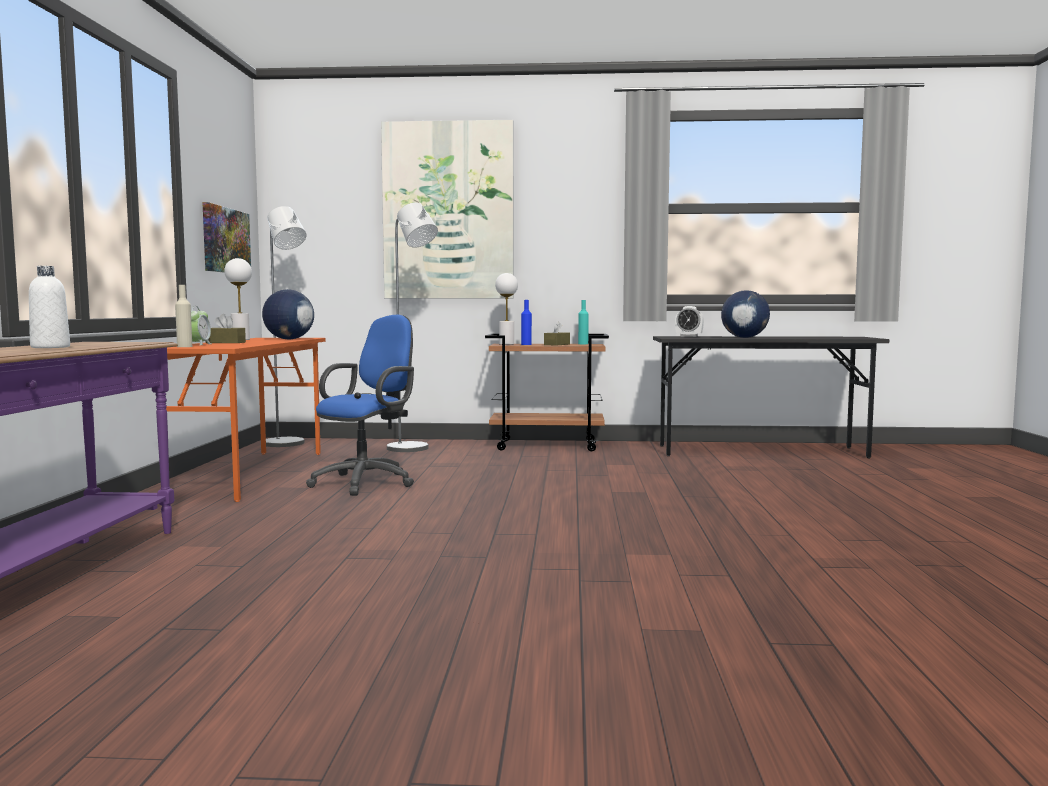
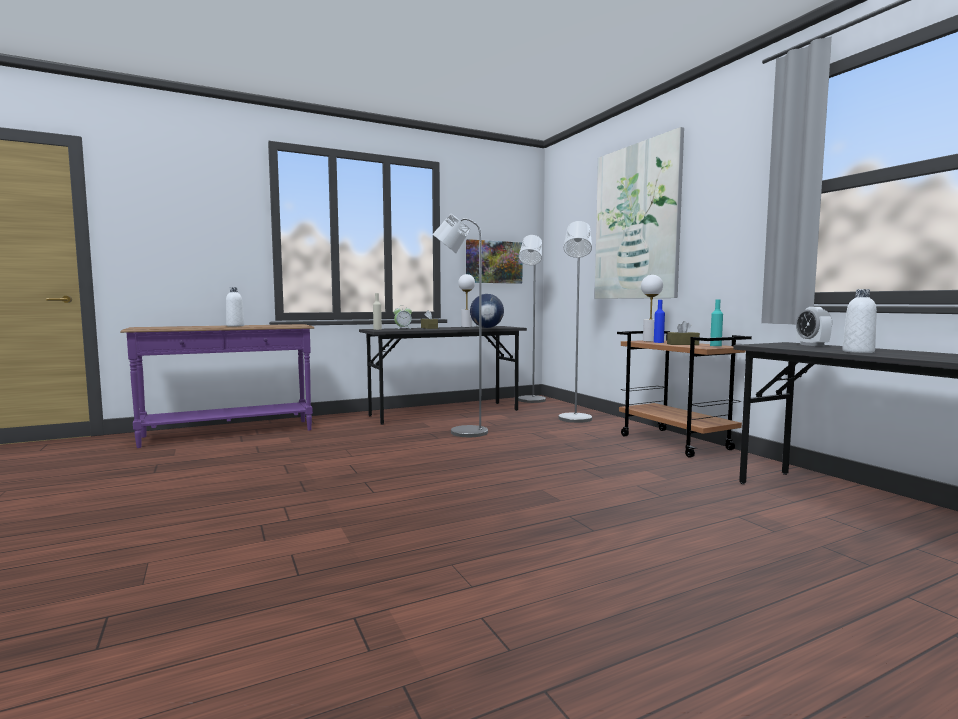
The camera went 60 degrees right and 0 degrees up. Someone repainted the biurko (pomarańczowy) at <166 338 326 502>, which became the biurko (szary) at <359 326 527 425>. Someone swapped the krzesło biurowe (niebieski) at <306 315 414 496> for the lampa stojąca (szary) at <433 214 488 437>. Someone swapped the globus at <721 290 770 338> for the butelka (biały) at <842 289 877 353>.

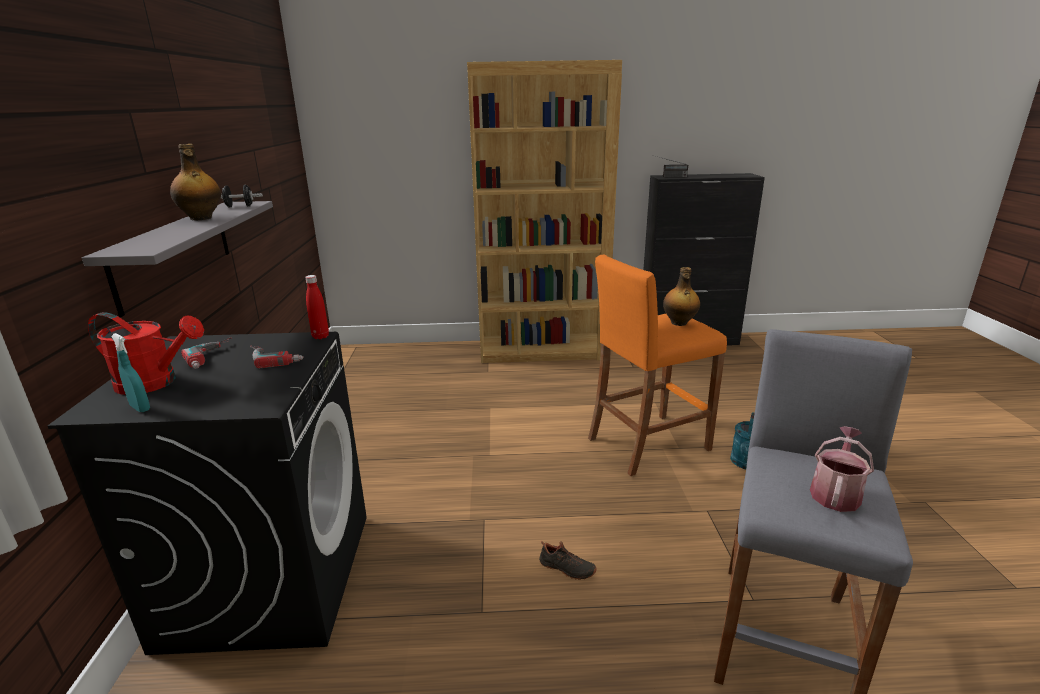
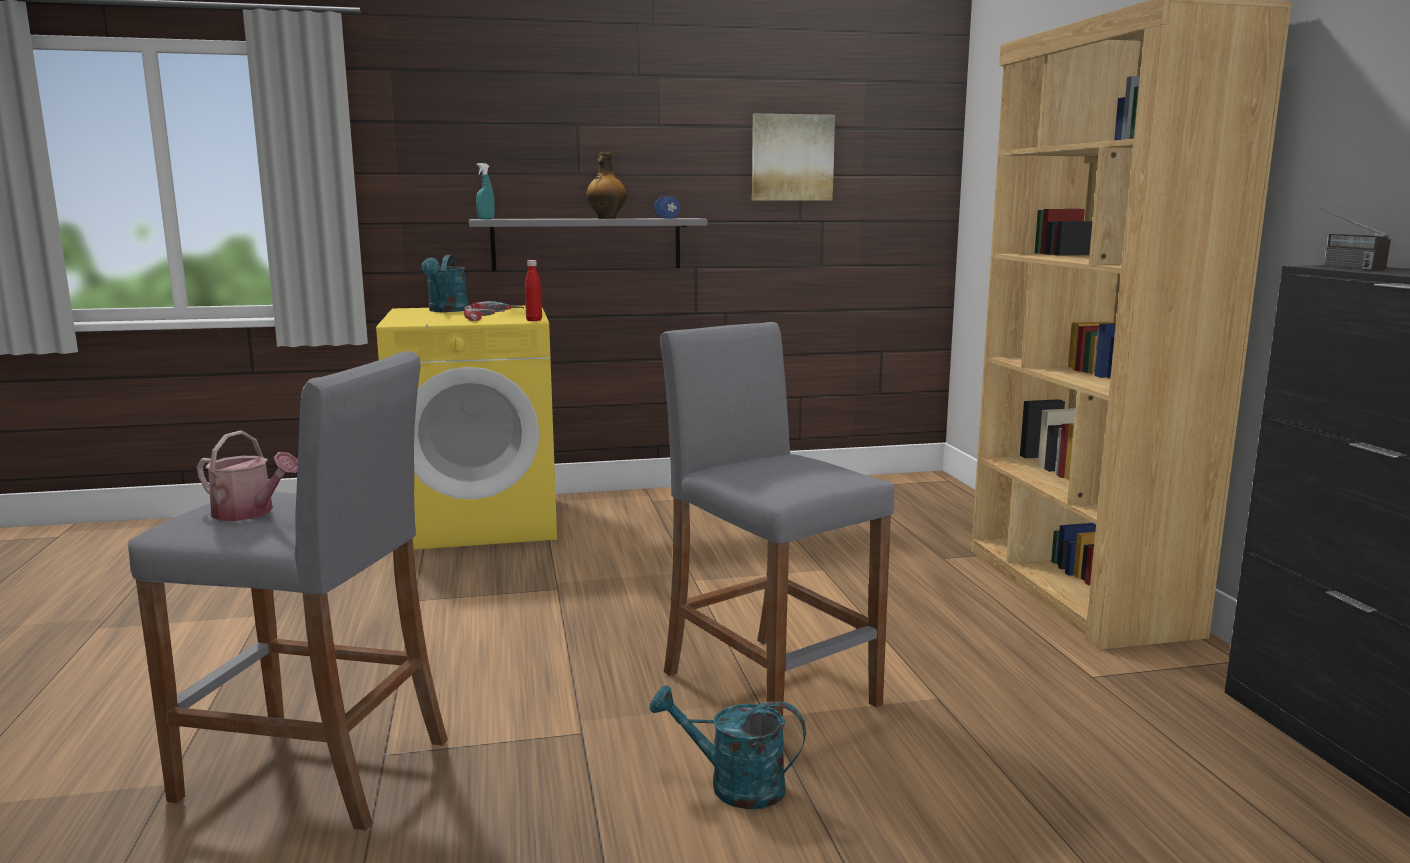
The camera went 80 degrees right and 10 degrees down. Someone repainted the pralka (czarny) at <48 332 367 655>, which became the pralka (żółty) at <376 306 557 550>. Someone repainted the konewka (czerwony) at <88 312 204 395>, which became the konewka (turkusowy) at <421 255 468 312>. Someone carried the spryskiwacz (turkusowy) from <111 333 150 412> to <476 163 495 219>. Someone repainted the hantel (czarny) at <220 185 263 208>, which became the hantel (niebieski) at <654 196 680 218>. Someone took away the but (czarny) at <539 541 597 580>. Someone repainted the stołek (pomarańczowy) at <588 255 727 476>, which became the stołek (szary) at <660 322 894 715>. Someone took away the butelka at <663 267 700 326>. Someone put up the obraz at <752 113 835 200>.

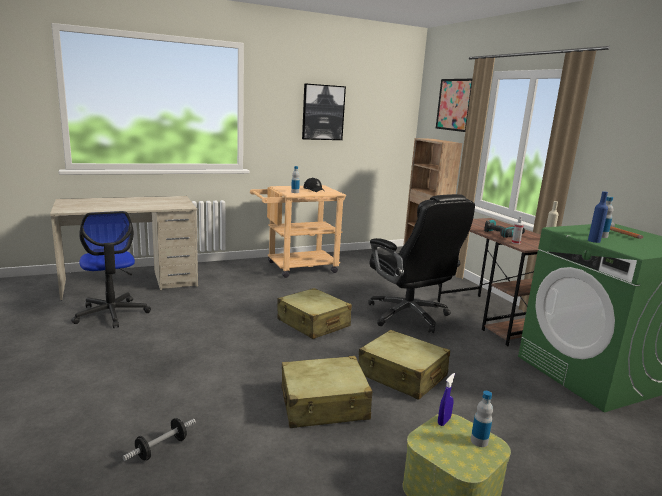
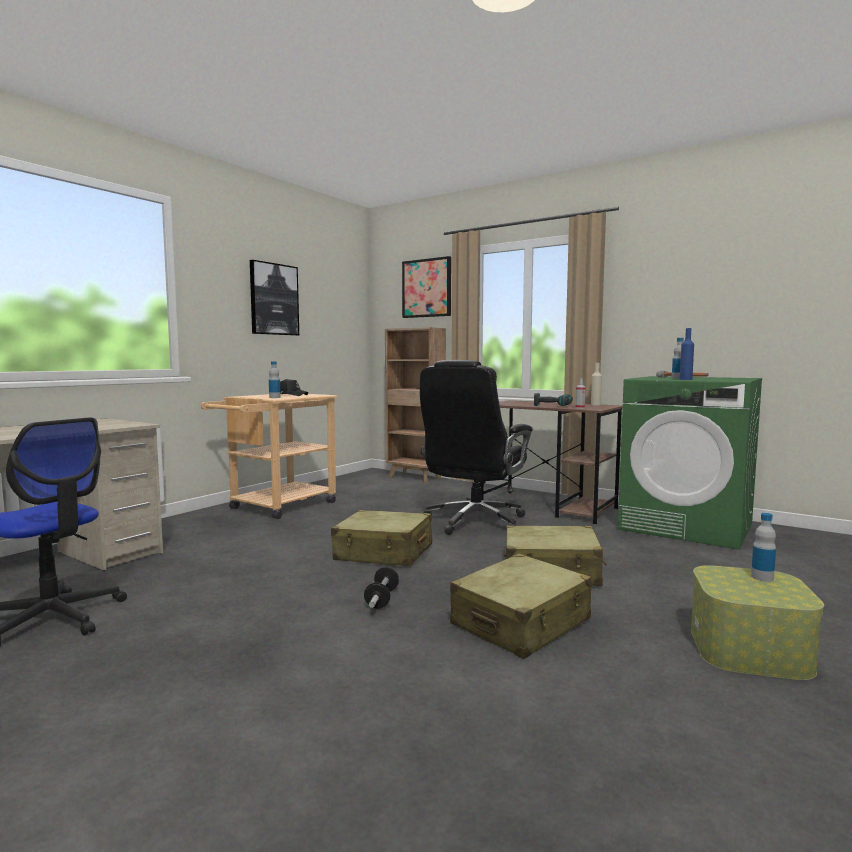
The camera went 30 degrees left and 10 degrees down. Someone carried the hantel from <123 418 196 461> to <364 567 399 609>. Someone rotated the krzesło biurowe (czarny) at <368 194 475 333> by 90 degrees clockwise. Someone took away the spryskiwacz (niebieski) at <438 373 455 426>.

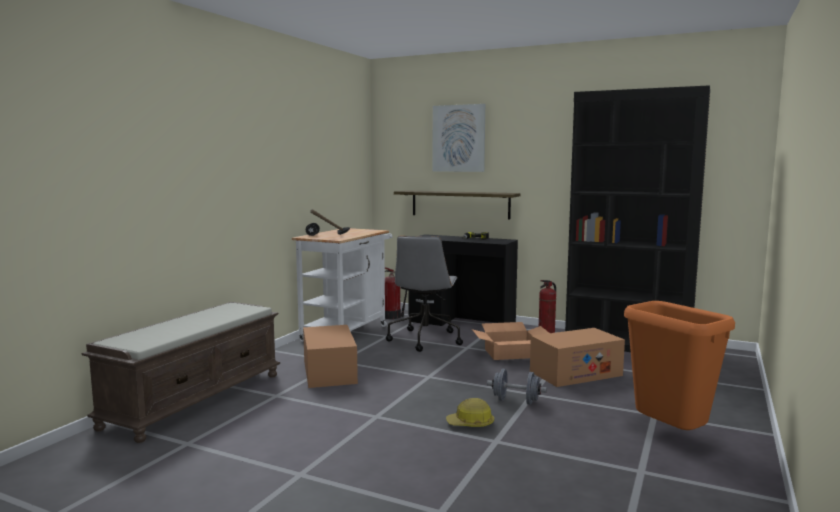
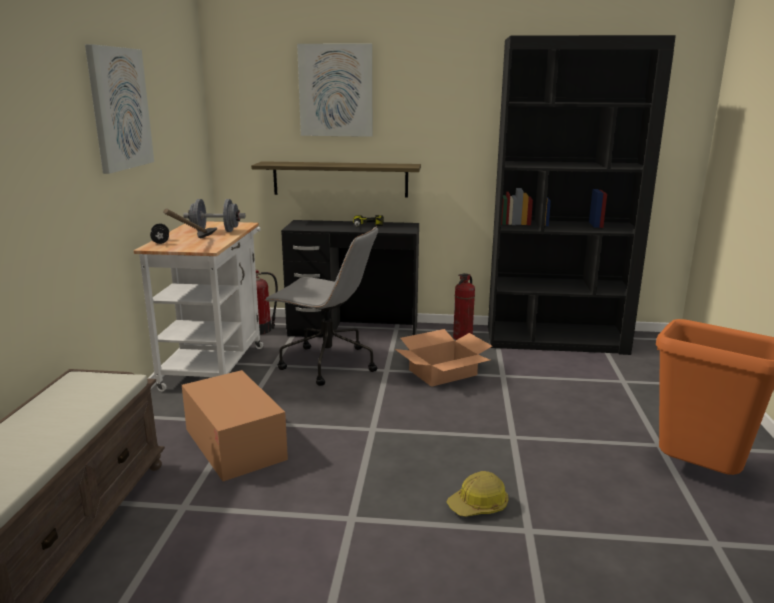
The camera went 20 degrees left and 10 degrees up. Someone rotated the krzesło biurowe (szary) at <386 236 463 352> by 60 degrees counterclockwise. Someone carried the hantel (szary) from <487 369 547 405> to <183 199 245 232>. Someone took away the karton at <530 328 625 387>. Someone put up the obraz at <85 44 154 174>.

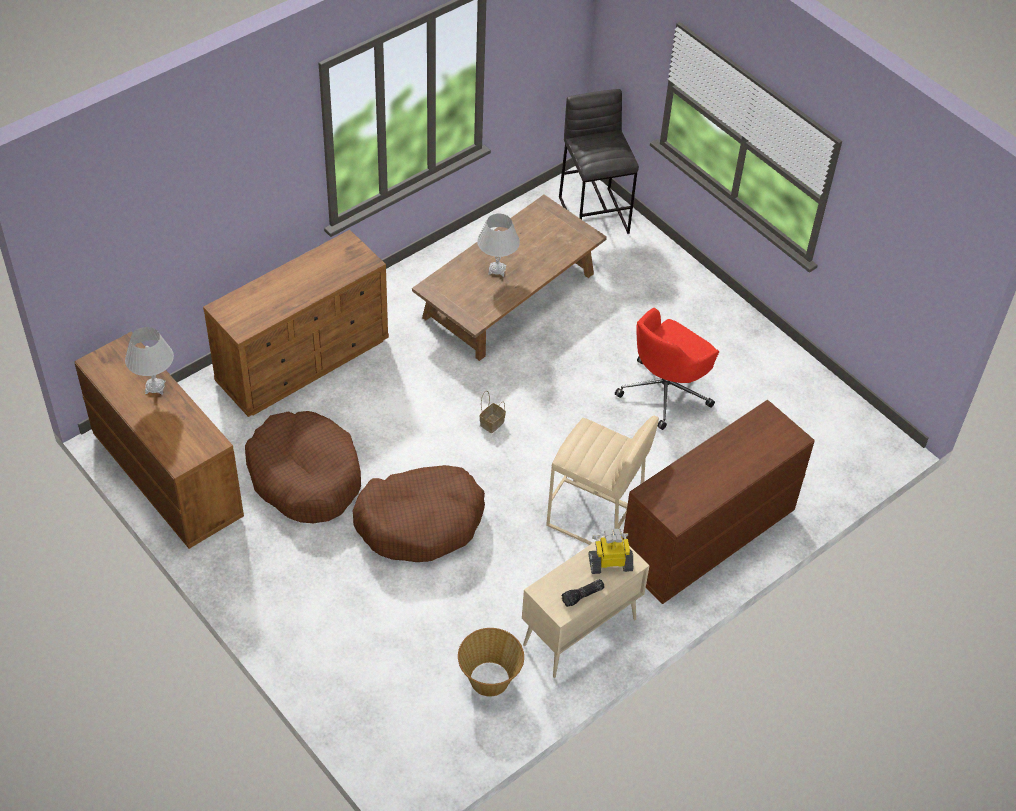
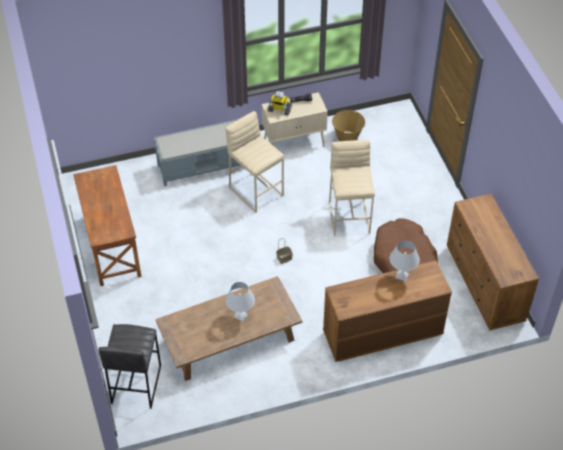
The camera went 155 degrees left and 0 degrees up. Someone carried the lampa stołowa (biały) from <125 327 174 395> to <389 240 420 282>. Someone swapped the legowisko (brązowy) at <352 465 485 562> for the stołek (beżowy) at <329 140 375 236>. Someone took away the krzesło biurowe (czerwony) at <615 308 719 430>. Someone swapped the komoda (brązowy) at <622 400 815 604> for the ławka (szary) at <153 119 241 186>. Someone put down the biurko (brązowy) at <73 165 141 286>.

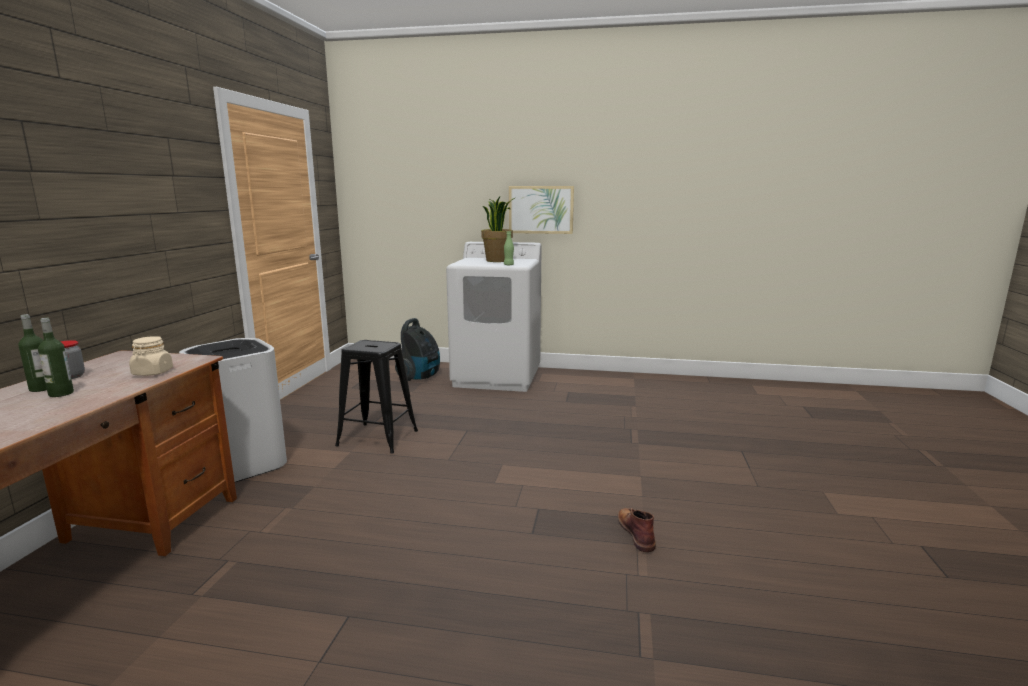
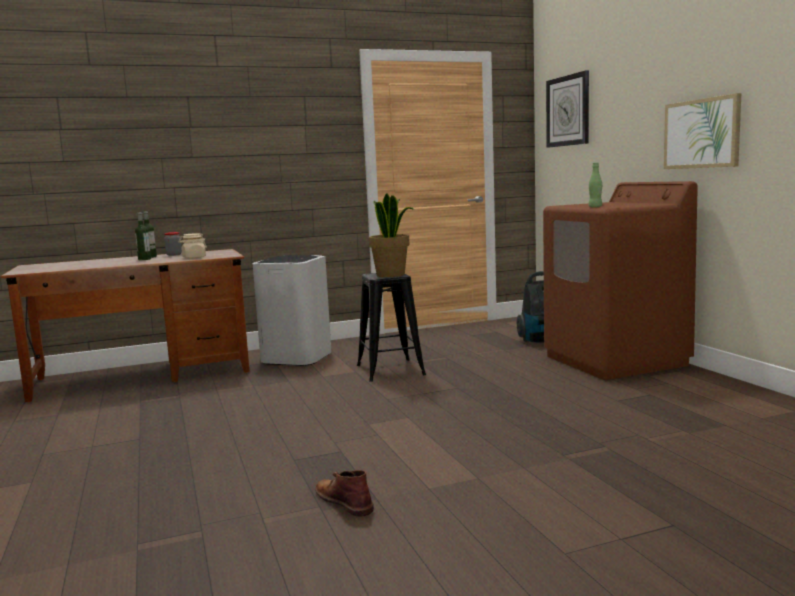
The camera went 60 degrees right and 5 degrees down. Someone repainted the pralka (biały) at <446 242 542 392>, which became the pralka (brązowy) at <543 181 698 380>. Someone carried the roślina doniczkowa from <481 197 515 262> to <369 193 414 277>. Someone rotated the but z cholewką (brązowy) at <618 508 656 552> by 90 degrees counterclockwise. Someone put up the zegar ścienny at <546 71 589 148>.

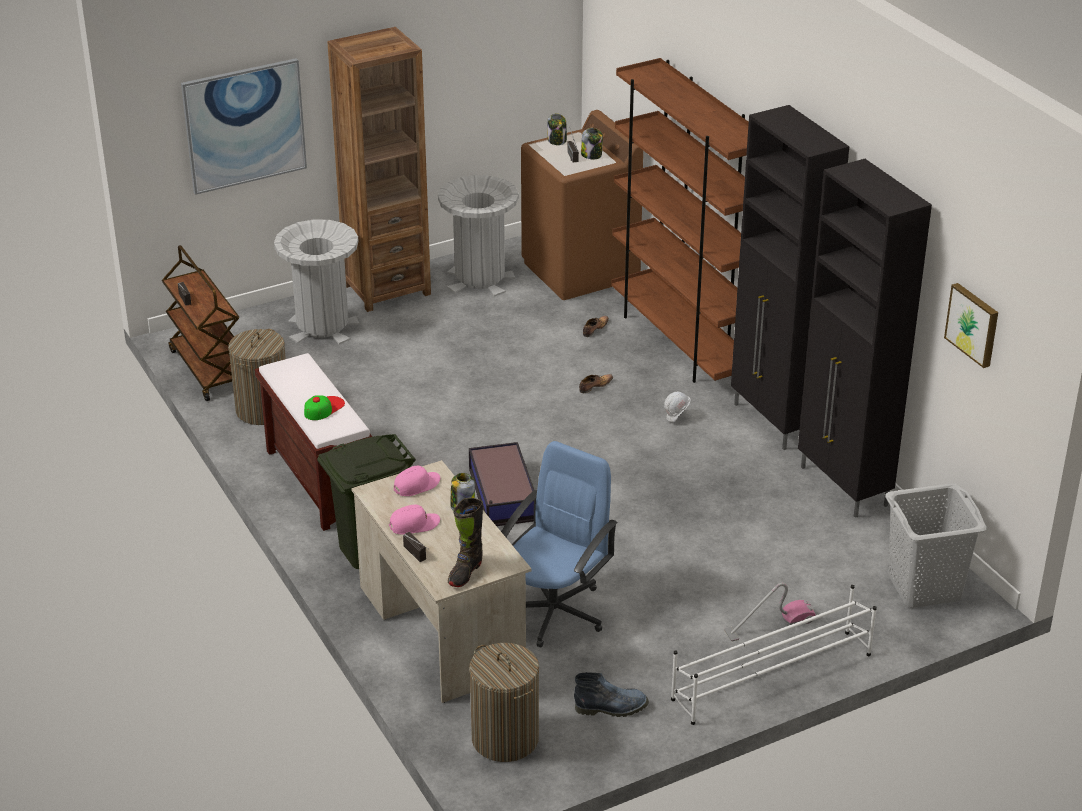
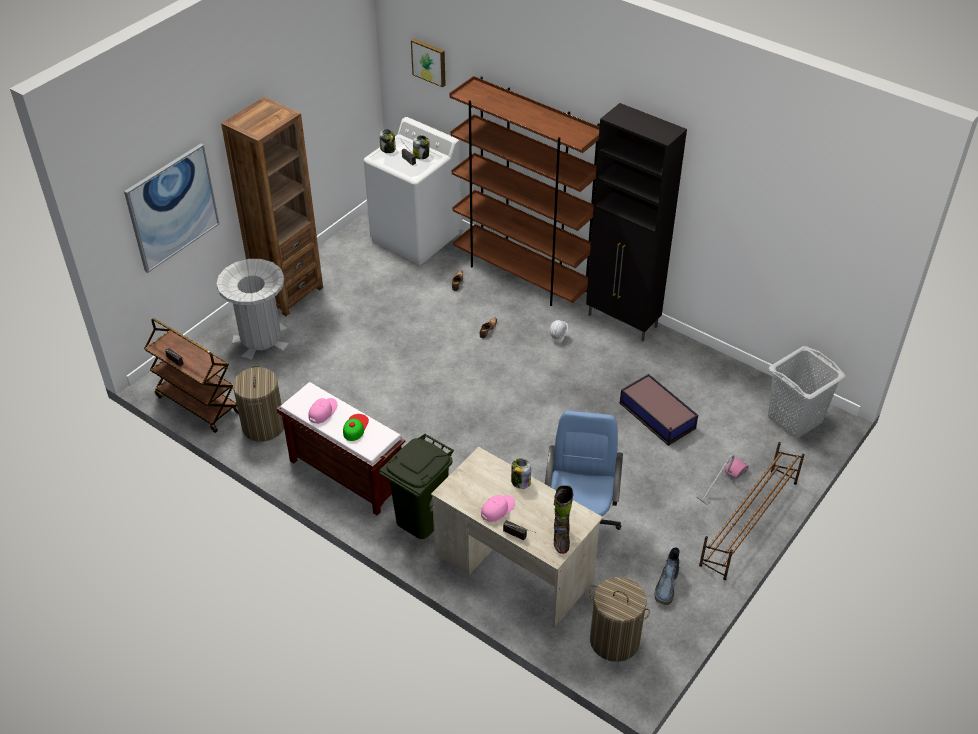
The camera went 25 degrees left and 10 degrees up. Someone carried the czapka z daszkiem (różowy) from <394 466 440 496> to <308 398 337 424>. Someone took away the kosz na śmieci (szary) at <438 175 519 297>. Someone carried the pojemnik do przechowywania from <469 442 534 526> to <620 374 698 446>. Someone repainted the pralka (brązowy) at <521 110 643 300>, which became the pralka (biały) at <364 117 462 265>. Someone rotated the but z cholewką at <574 672 649 717> by 135 degrees clockwise. Someone repainted the regał na buty (biały) at <671 585 877 725>, which became the regał na buty (brązowy) at <699 442 805 580>. Someone took away the szafka (czarny) at <798 159 932 518>. Someone carried the obraz from <944 283 998 368> to <411 39 446 87>.

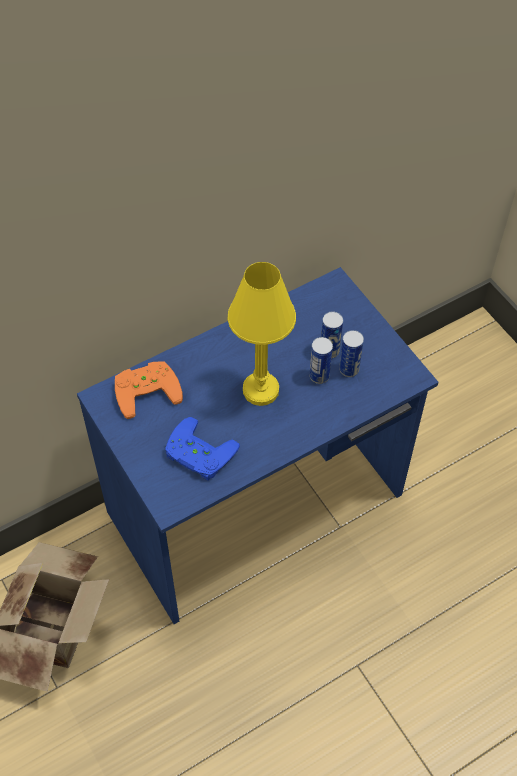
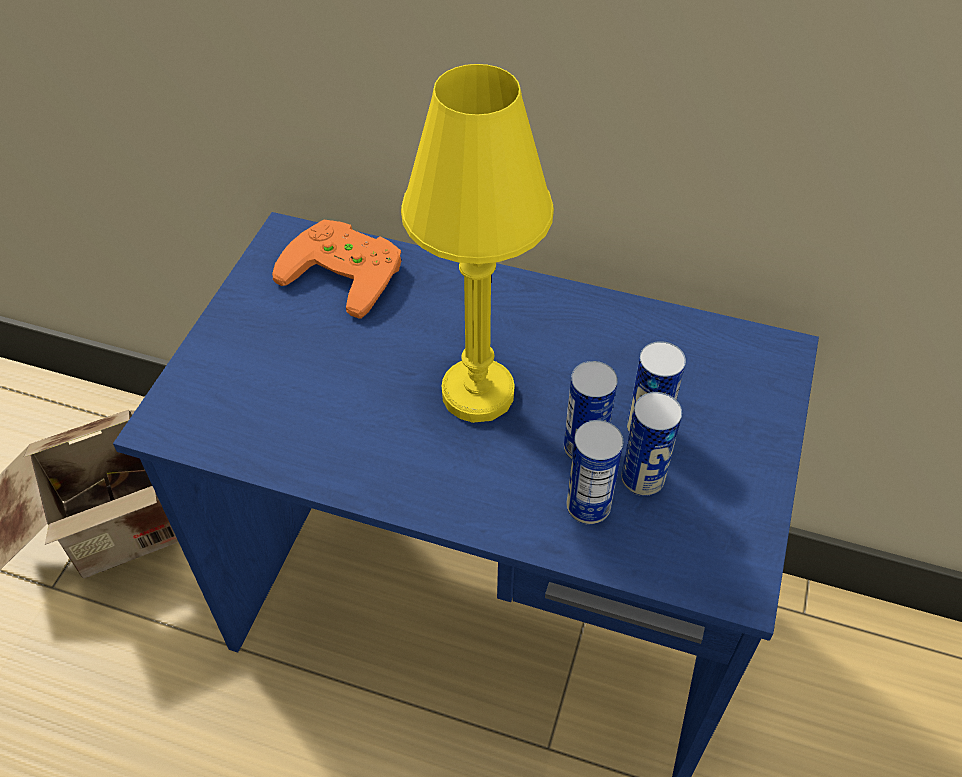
The camera went 50 degrees right and 5 degrees down. Someone took away the pad do gier (niebieski) at <165 417 240 481>. Someone put down the puszka at <566 420 623 525>.

